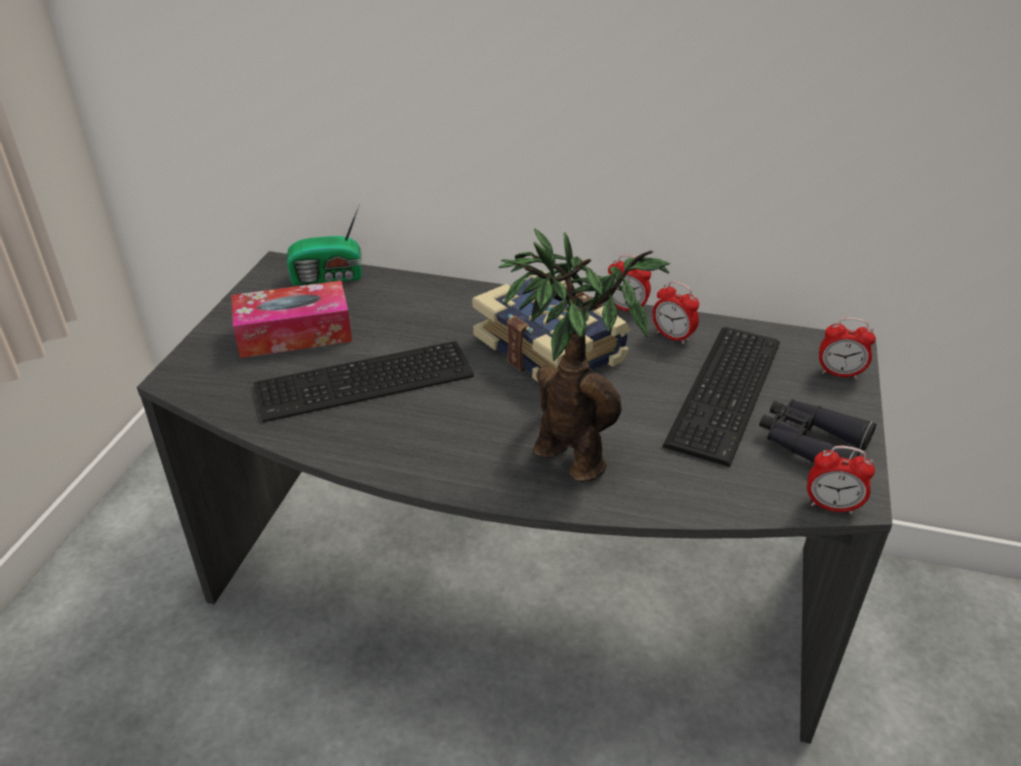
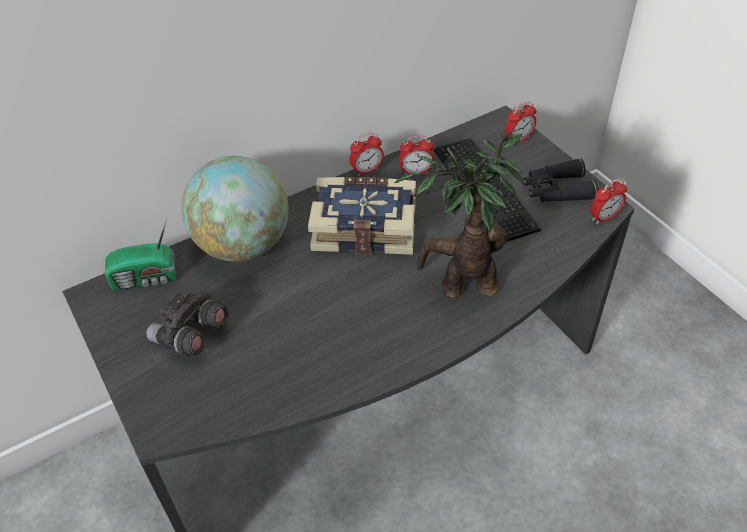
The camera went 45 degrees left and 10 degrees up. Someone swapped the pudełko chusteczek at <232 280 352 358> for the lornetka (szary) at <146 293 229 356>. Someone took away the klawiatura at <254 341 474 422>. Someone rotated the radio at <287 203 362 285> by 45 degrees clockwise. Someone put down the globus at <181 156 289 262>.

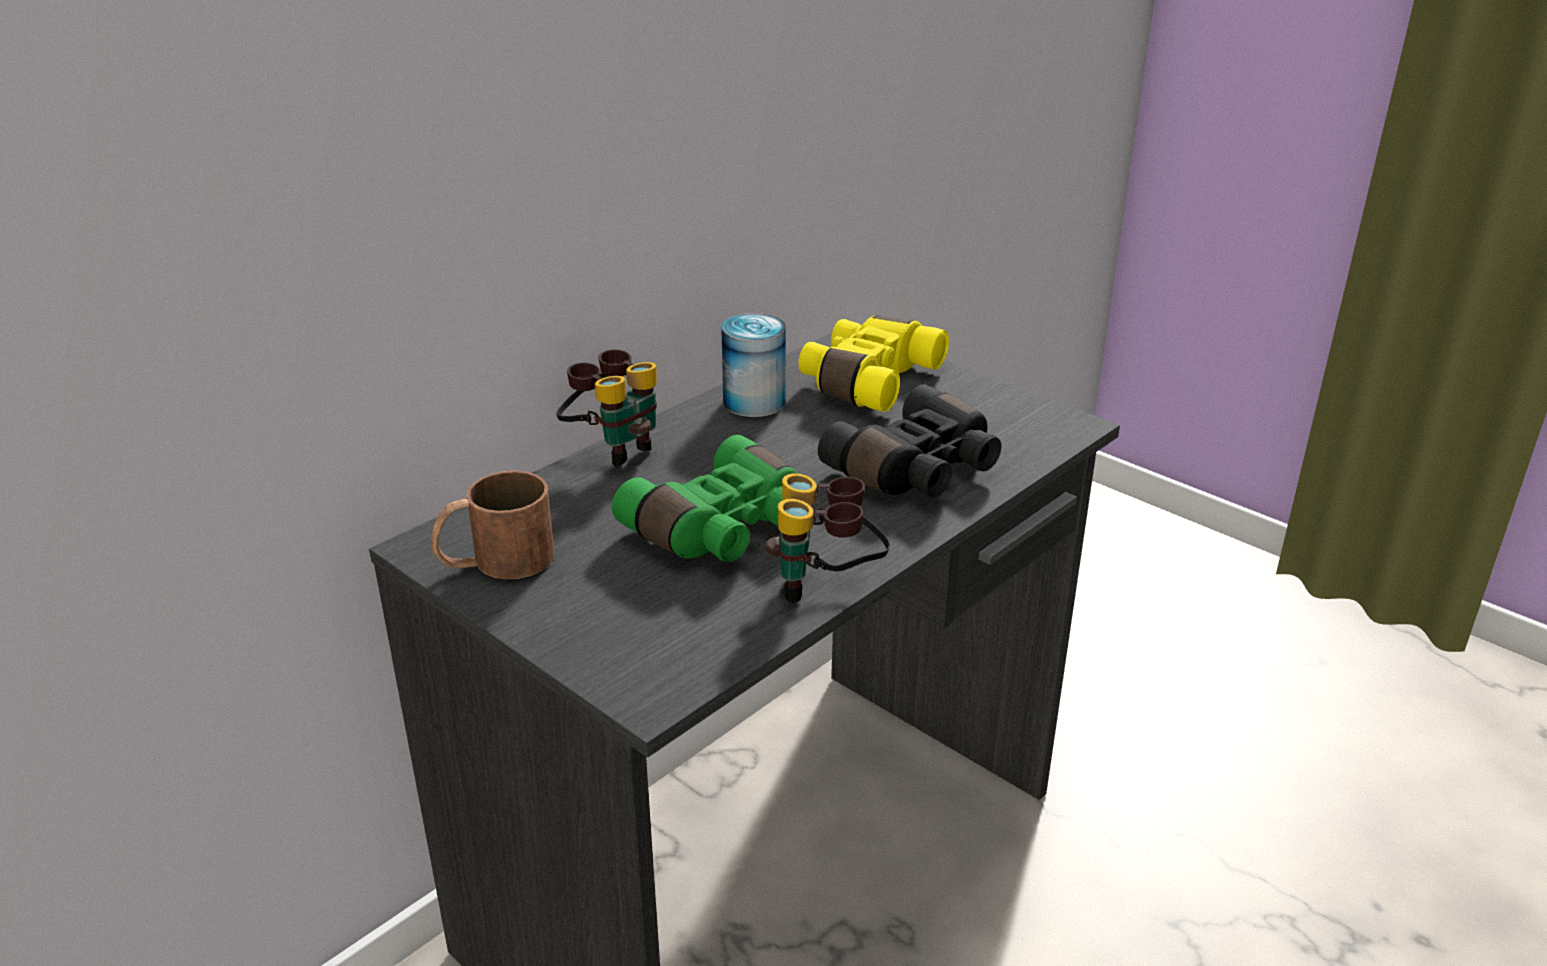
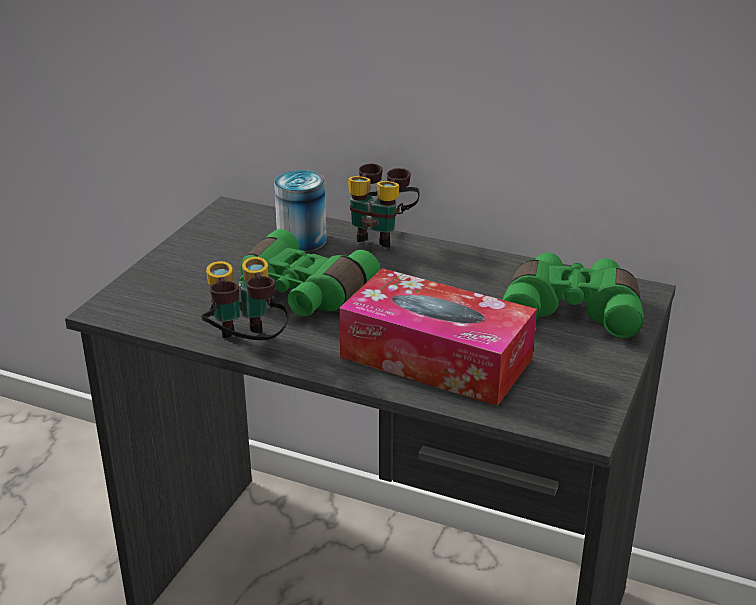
The camera went 70 degrees right and 0 degrees up. Someone took away the kubek (brązowy) at <431 471 554 579>. Someone carried the puszka from <721 313 786 417> to <274 170 327 252>. Someone repainted the lornetka (żółty) at <798 315 949 412>, which became the lornetka (zielony) at <503 253 644 338>. Someone swapped the lornetka (czarny) at <818 384 1001 497> for the pudełko chusteczek at <339 268 537 406>.

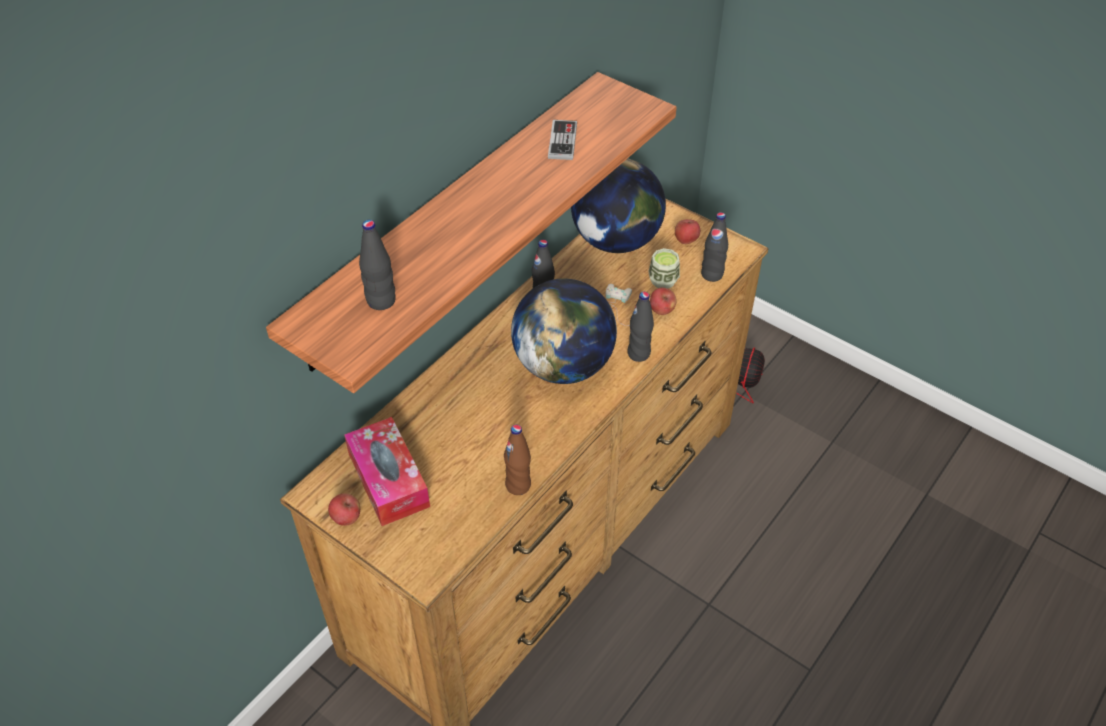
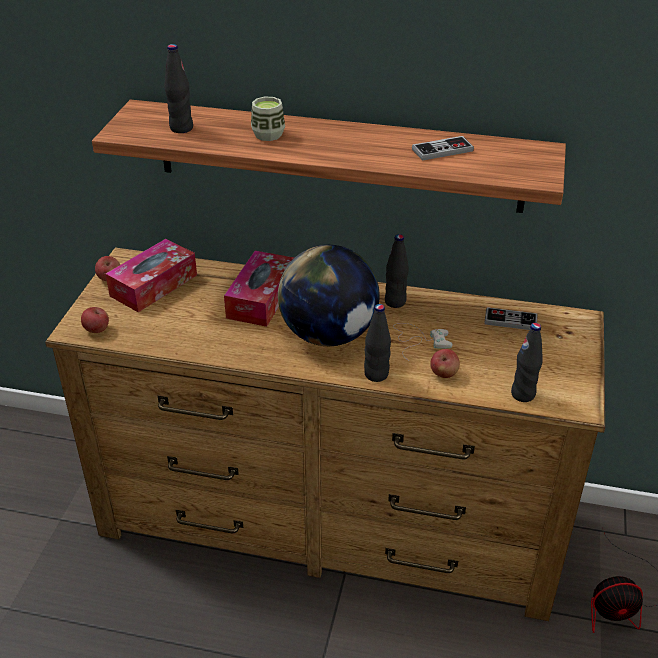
The camera went 65 degrees right and 10 degrees down. Someone took away the butelka (brązowy) at <504 425 531 495>. Someone swapped the globus at <571 159 666 253> for the pad do gier at <484 307 537 330>. Someone carried the filiżanka from <648 248 680 289> to <251 97 285 141>. Someone carried the jabłko from <675 219 700 244> to <81 307 109 333>. Someone put down the pudełko chusteczek at <224 251 294 327>.

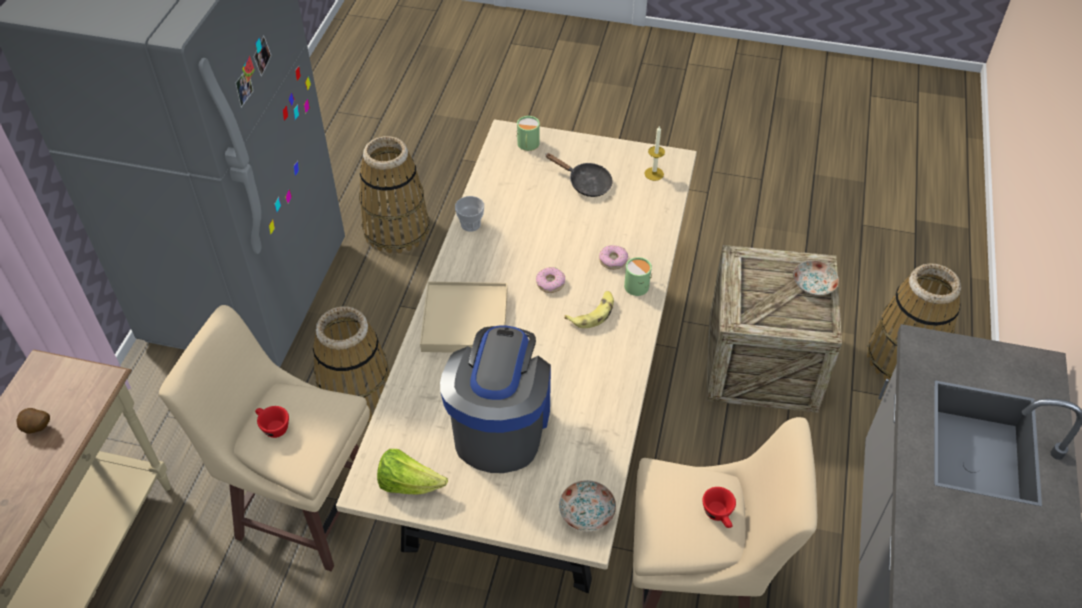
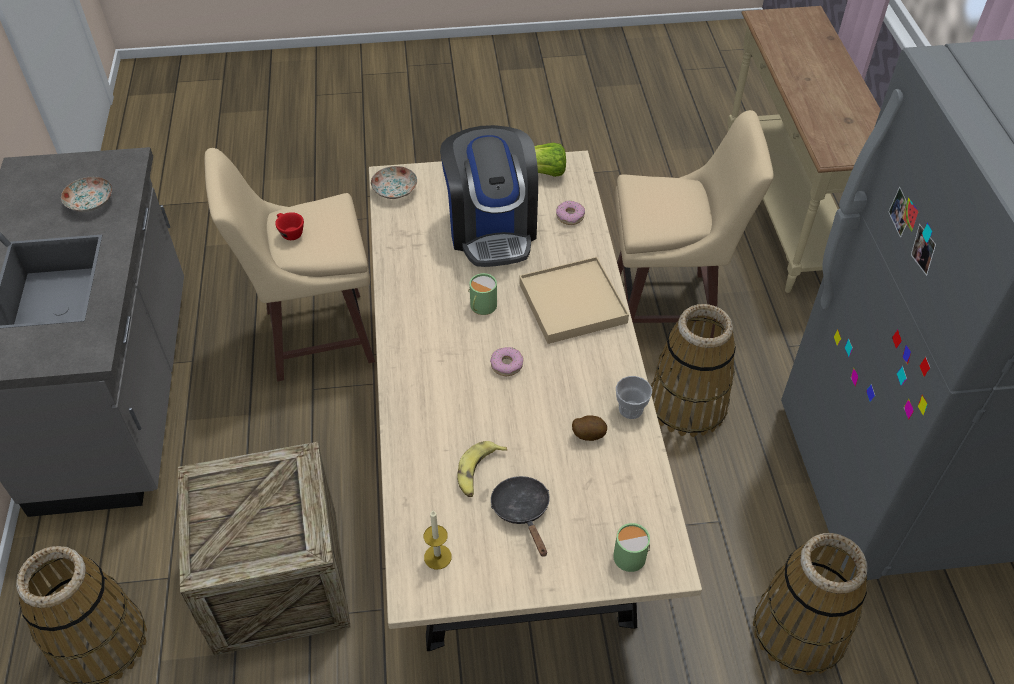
The camera went 160 degrees right and 0 degrees up. Someone carried the ziemniak from <16 408 50 434> to <572 415 607 441>. Someone took away the filiżanka (czerwony) at <255 406 289 438>. Someone rotated the patelnia (czarny) at <545 153 613 197> by 60 degrees clockwise. Someone carried the banan from <565 291 614 328> to <457 441 507 497>. Someone carried the donut from <599 245 628 270> to <556 201 585 225>. Someone carried the kubek (zielony) from <624 257 652 296> to <469 273 497 315>. Someone carried the talerz from <793 261 839 296> to <61 177 112 212>.

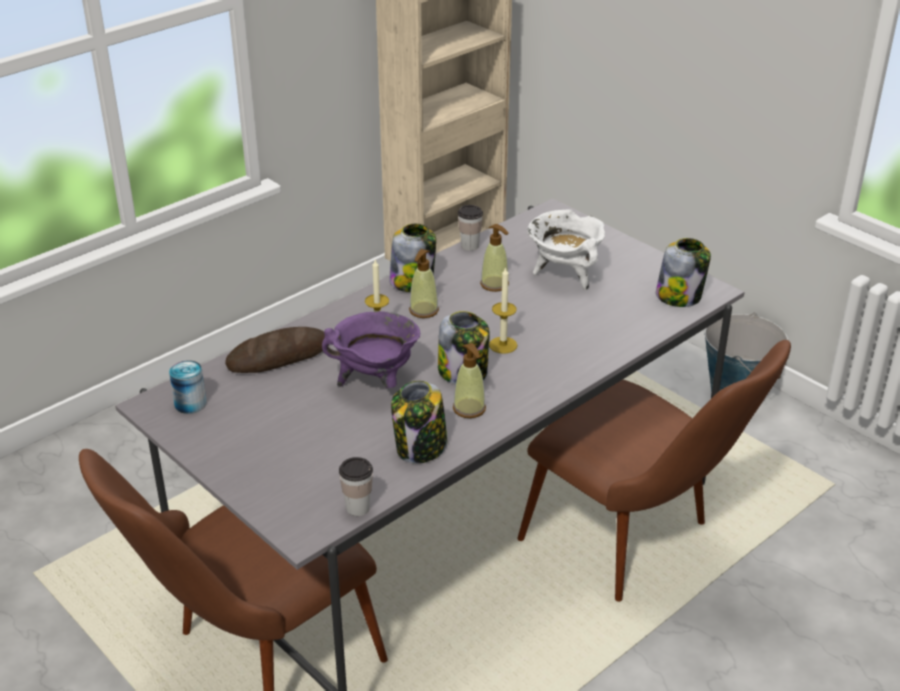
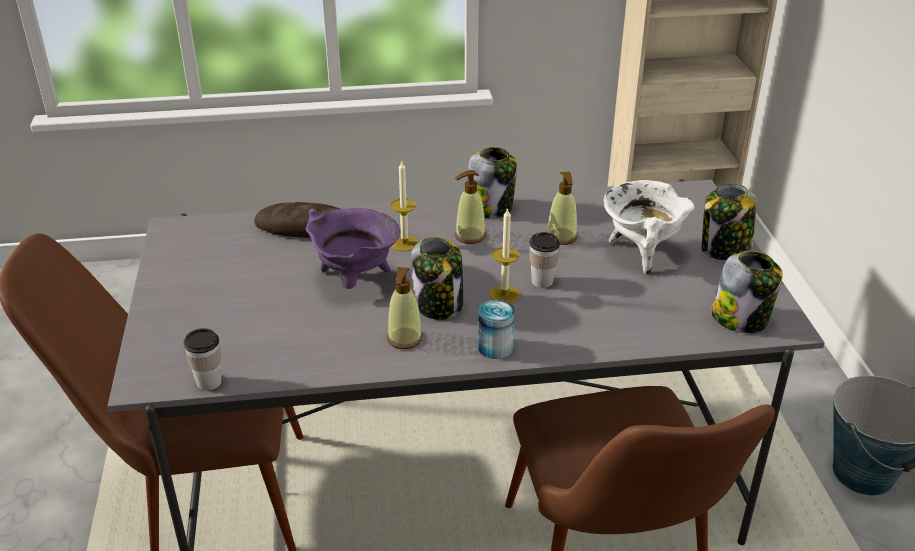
The camera went 35 degrees right and 0 degrees up. Someone carried the puszka from <169 360 207 414> to <478 300 515 359>. Someone carried the słoik from <391 381 447 464> to <702 184 757 260>. Someone carried the filiżanka from <458 205 483 251> to <529 232 560 288>.

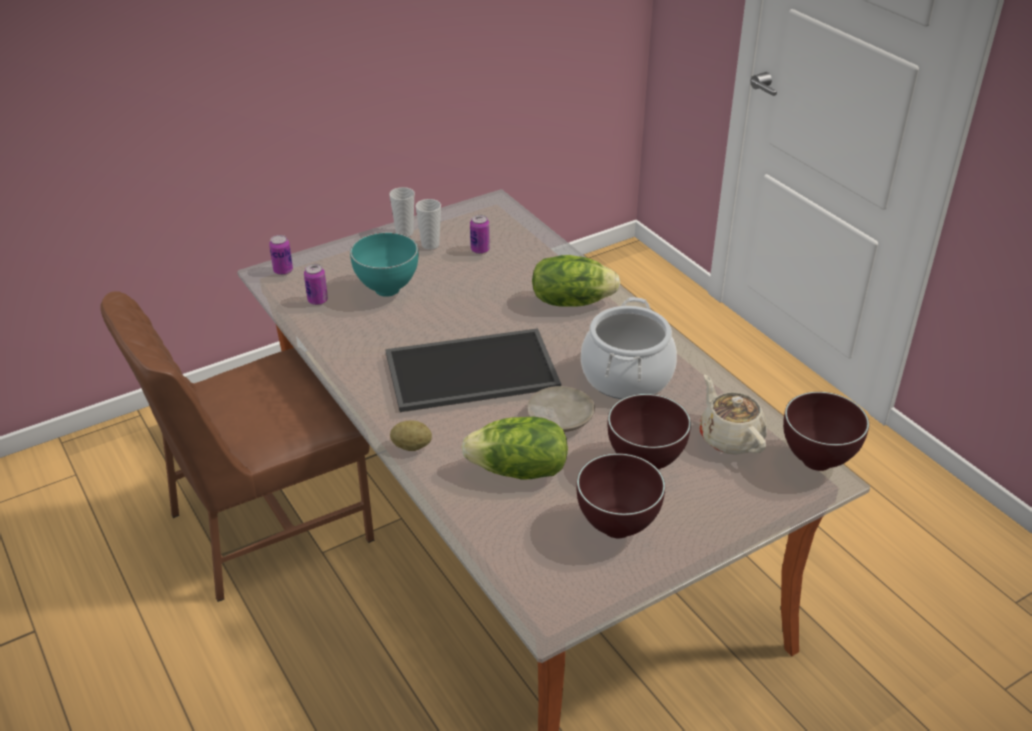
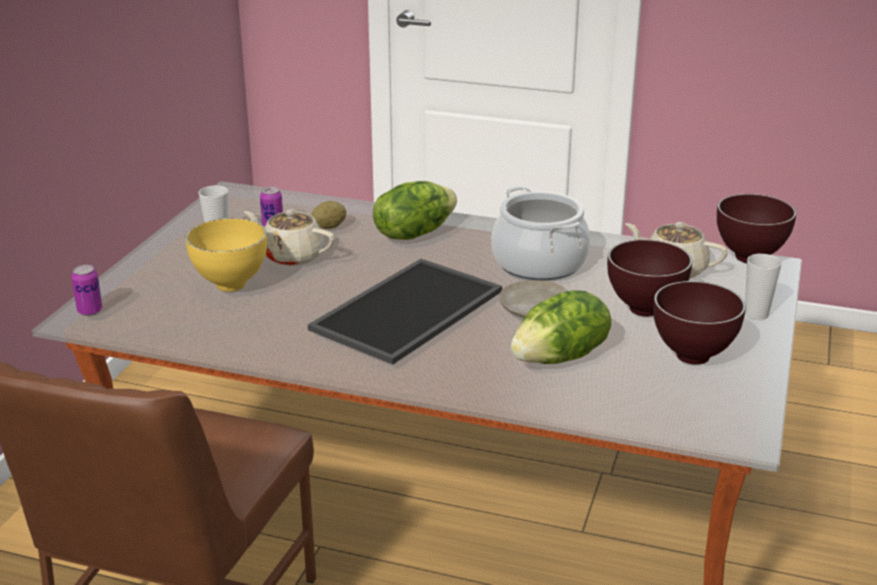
The camera went 40 degrees left and 10 degrees down. Someone took away the puszka at <304 264 328 305>. Someone repainted the miska (turkusowy) at <350 232 418 297>, which became the miska (żółty) at <185 218 267 292>. Someone carried the filiżanka from <390 187 414 237> to <745 254 782 320>. Someone carried the ziemniak from <390 420 432 451> to <311 201 346 229>. Someone put down the imbryk (beżowy) at <244 209 335 266>.

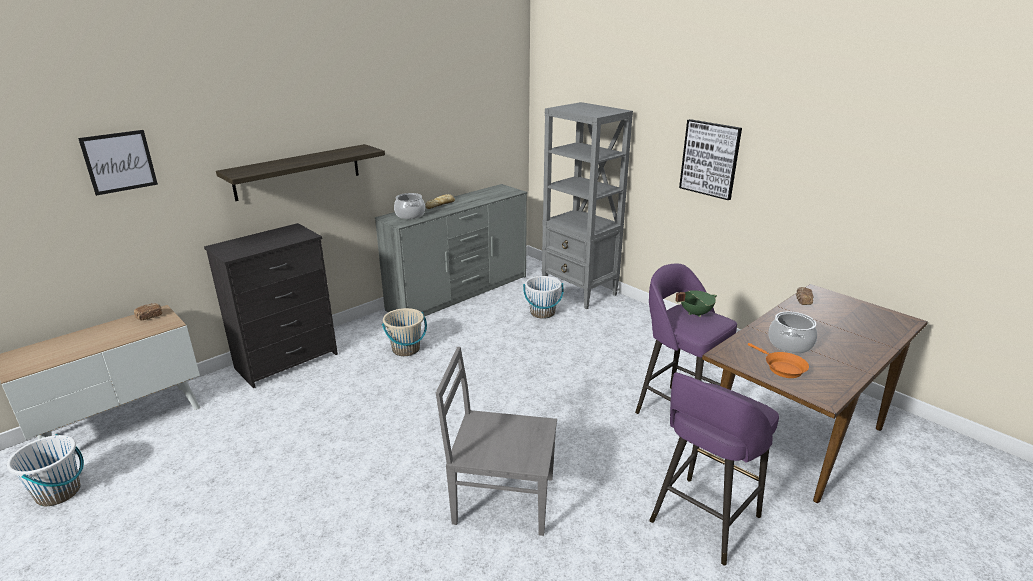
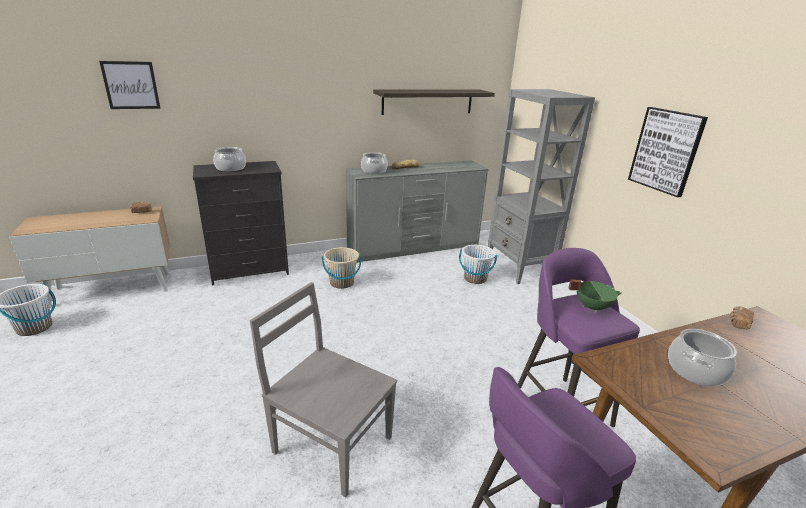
The camera went 20 degrees right and 0 degrees up. Someone carried the półka from <216 144 385 201> to <373 89 495 115>. Someone took away the patelnia (pomarańczowy) at <748 343 809 378>. Someone put down the garnek at <213 147 246 172>.

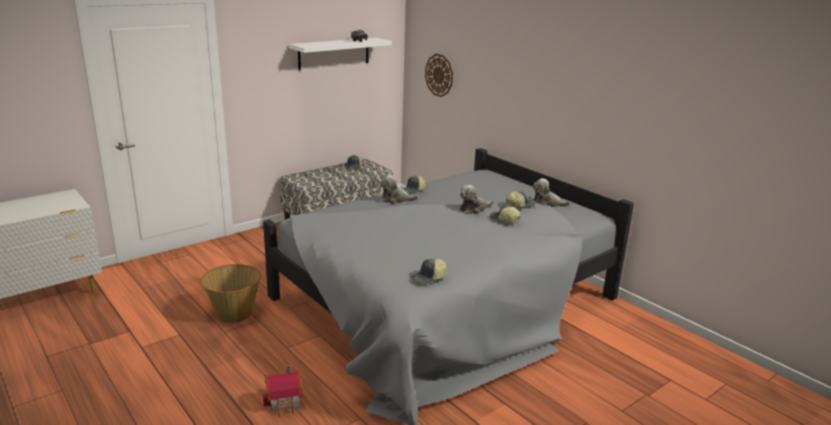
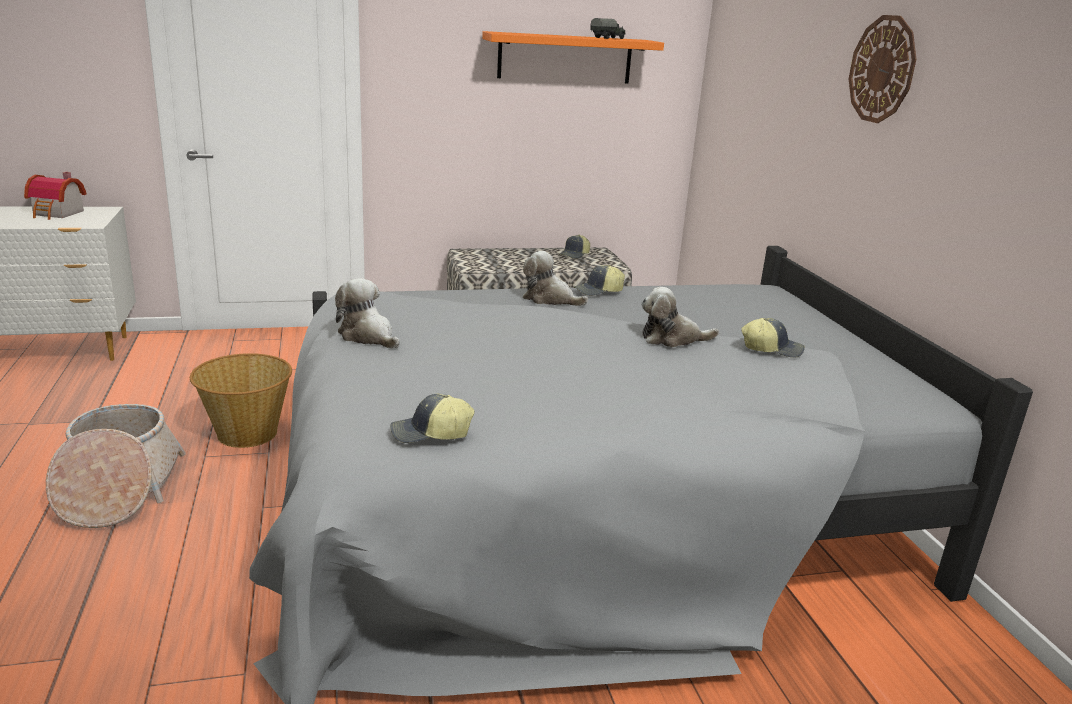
The camera went 25 degrees right and 0 degrees up. Someone carried the domek from <263 366 303 417> to <24 172 87 220>. Someone repainted the półka (biały) at <289 38 392 70>, which became the półka (pomarańczowy) at <482 31 664 84>. Someone carried the zegar ścienny from <425 54 453 97> to <849 15 916 123>. Someone took away the czapka z daszkiem at <490 205 521 224>. Someone carried the pluszak from <533 178 570 207> to <335 278 400 348>. Someone put down the koszyk at <46 404 186 528>.

